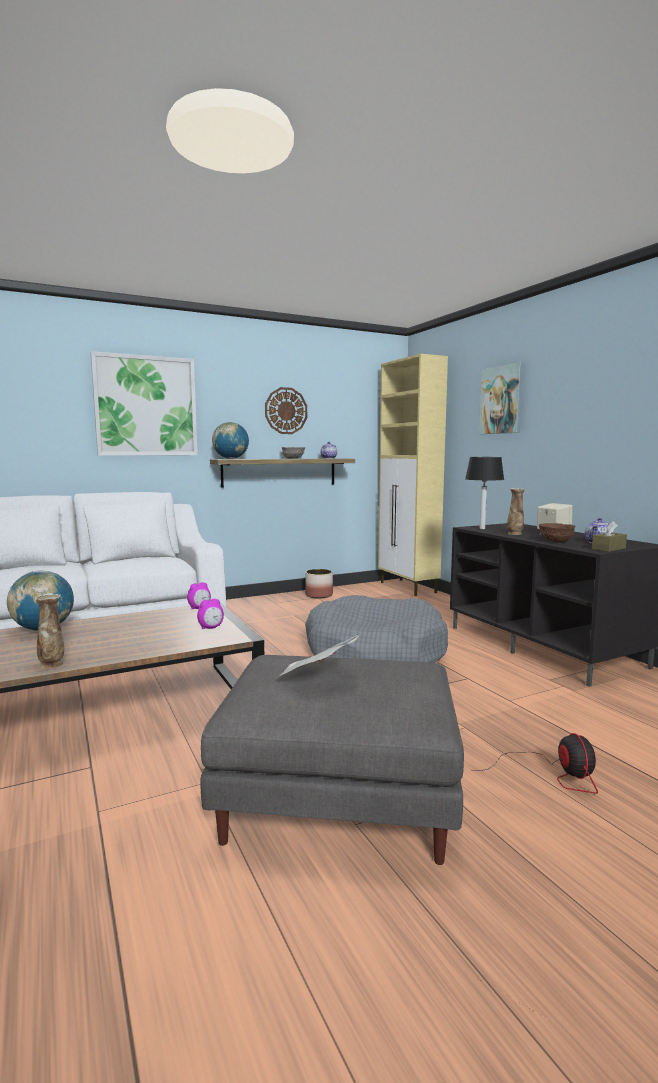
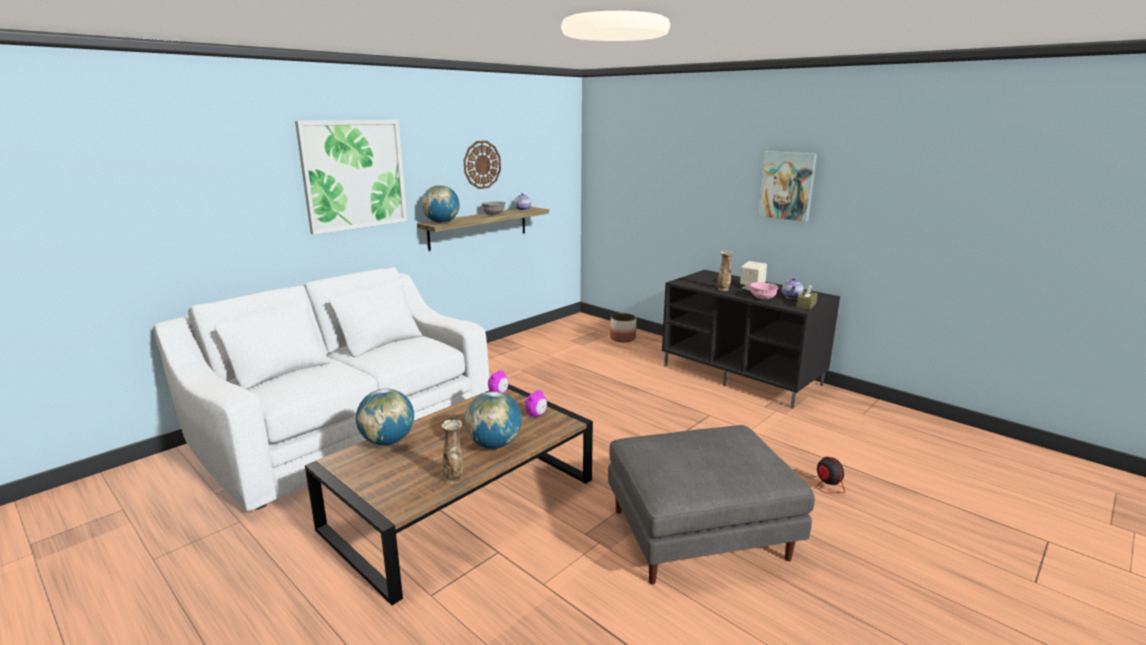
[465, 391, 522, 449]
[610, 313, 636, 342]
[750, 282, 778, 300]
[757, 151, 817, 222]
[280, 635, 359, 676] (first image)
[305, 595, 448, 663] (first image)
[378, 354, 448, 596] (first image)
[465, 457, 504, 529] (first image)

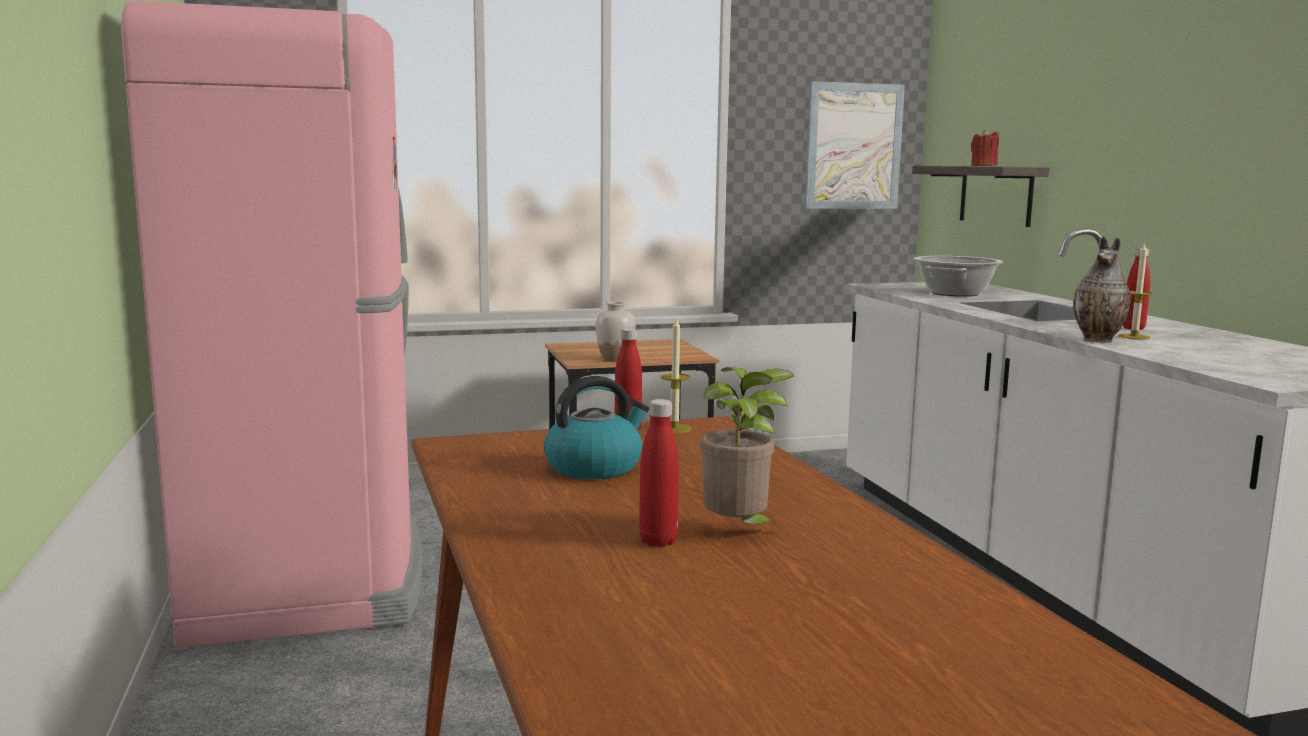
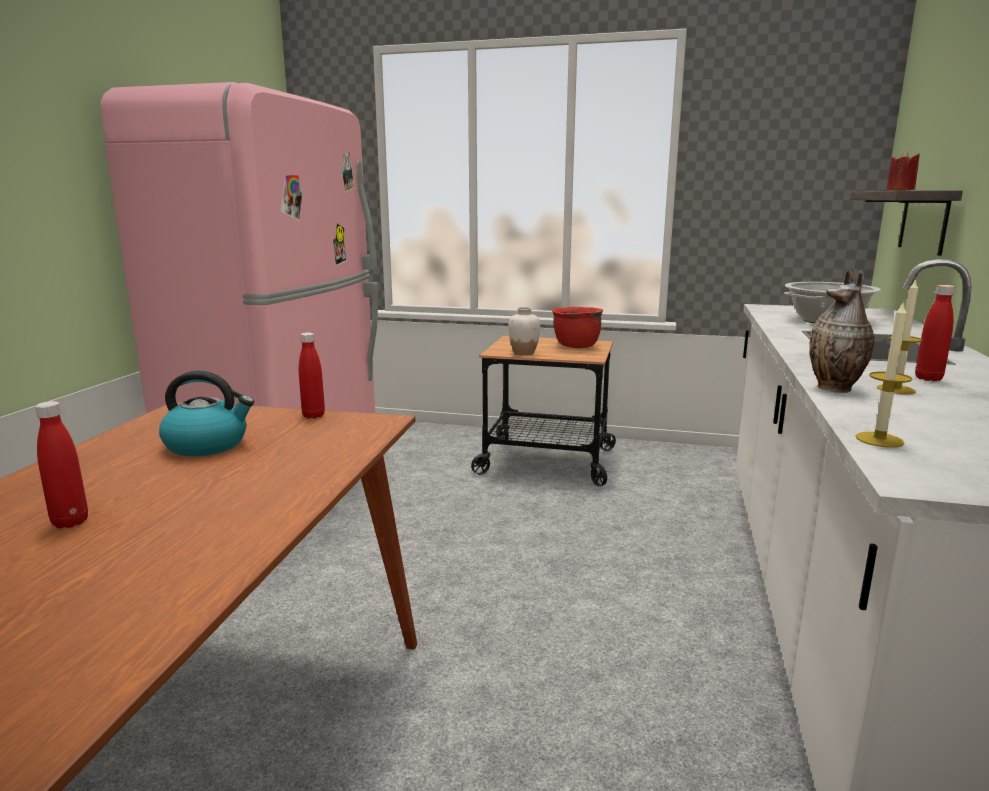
[552, 307, 603, 348]
[856, 301, 912, 448]
[700, 367, 794, 531] (first image)
[805, 81, 905, 209] (first image)

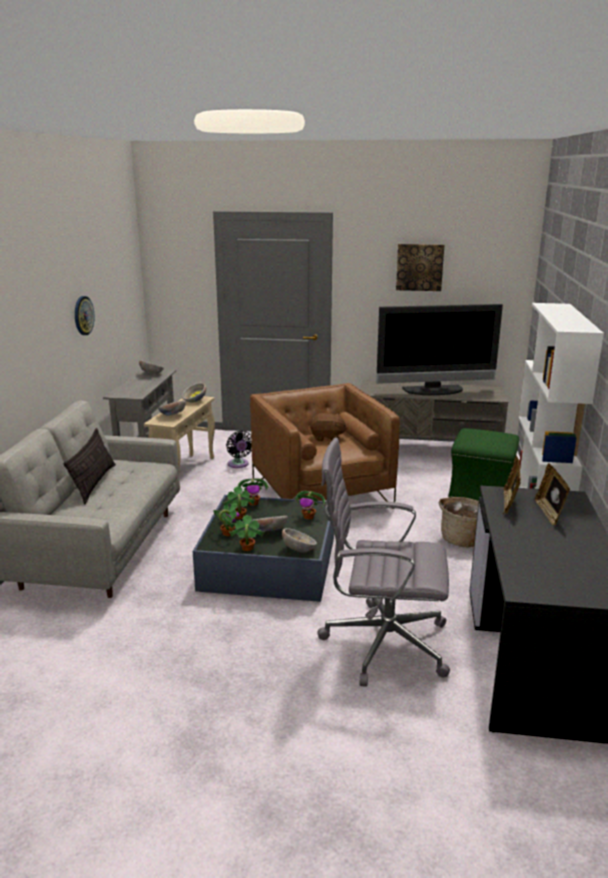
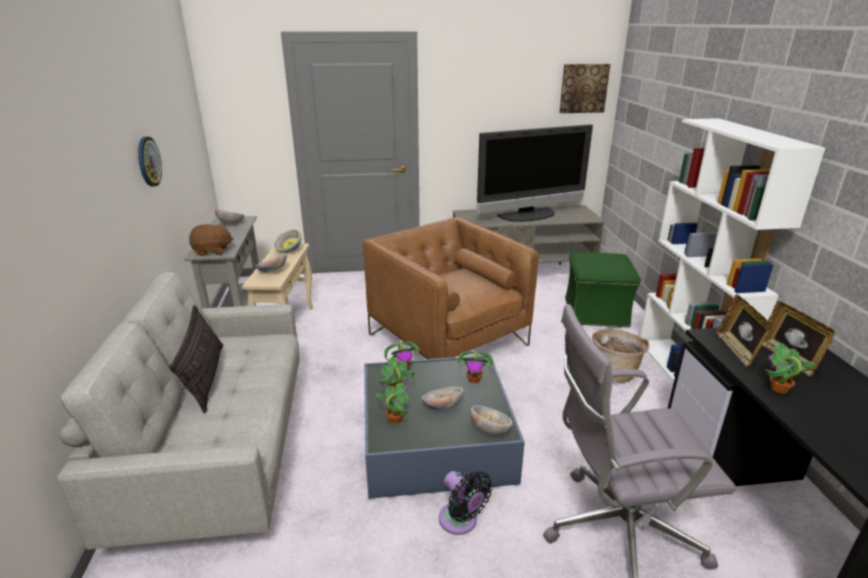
[189, 223, 234, 256]
[439, 471, 492, 535]
[559, 64, 610, 113]
[764, 342, 815, 394]

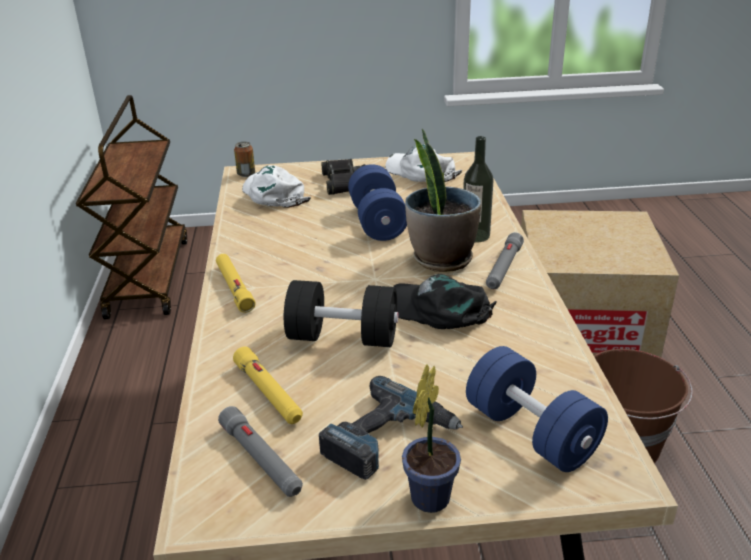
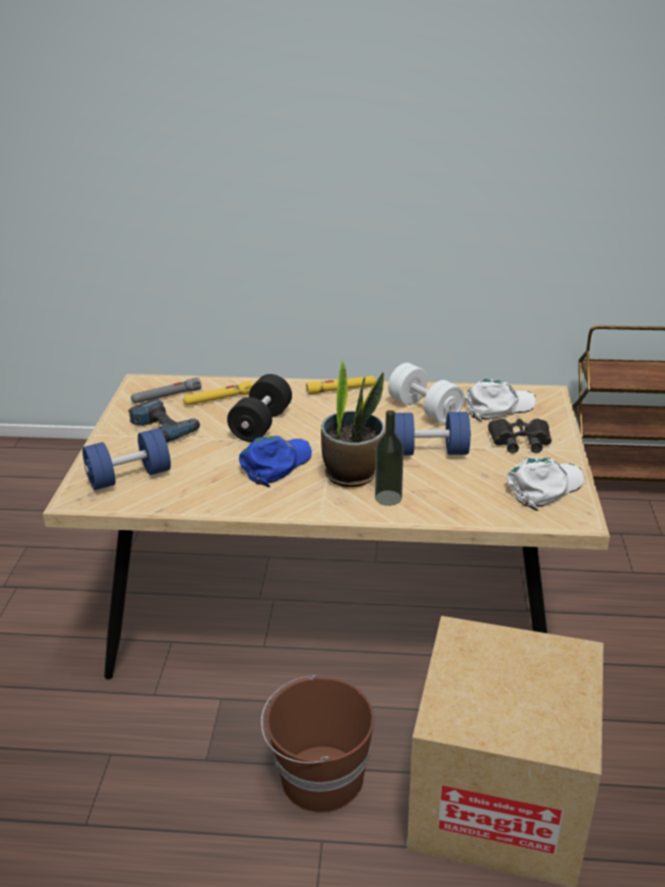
[239, 436, 312, 487]
[388, 363, 464, 424]
[234, 142, 255, 177] (first image)
[402, 364, 461, 513] (first image)
[486, 232, 524, 289] (first image)

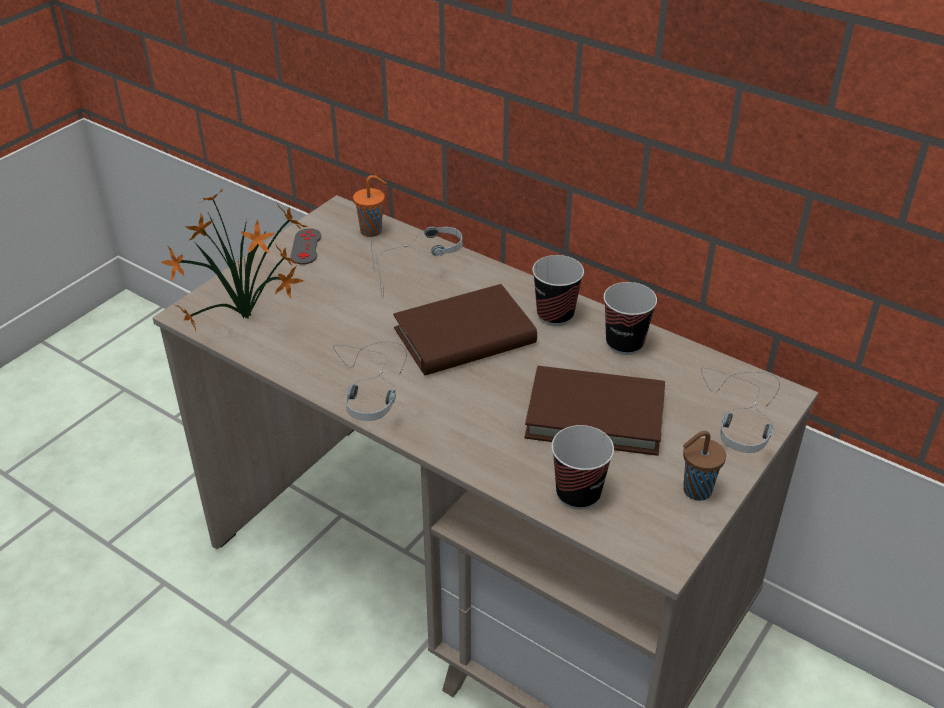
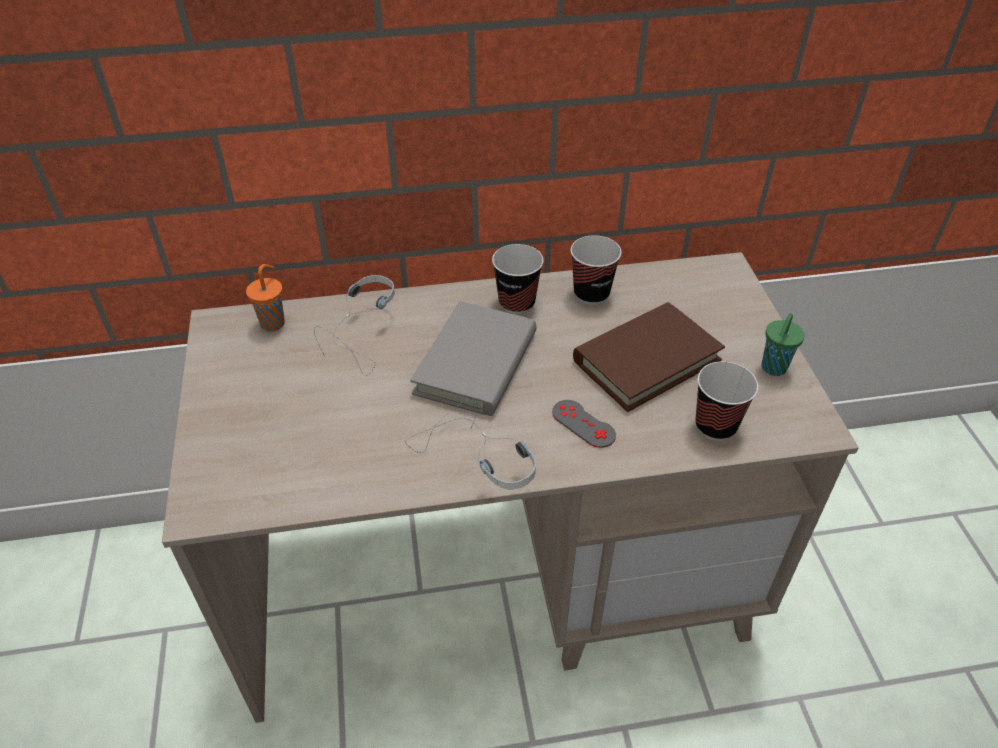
[410, 301, 537, 416]
[552, 400, 616, 448]
[762, 313, 805, 376]
[160, 188, 308, 331] (first image)
[701, 368, 780, 453] (first image)

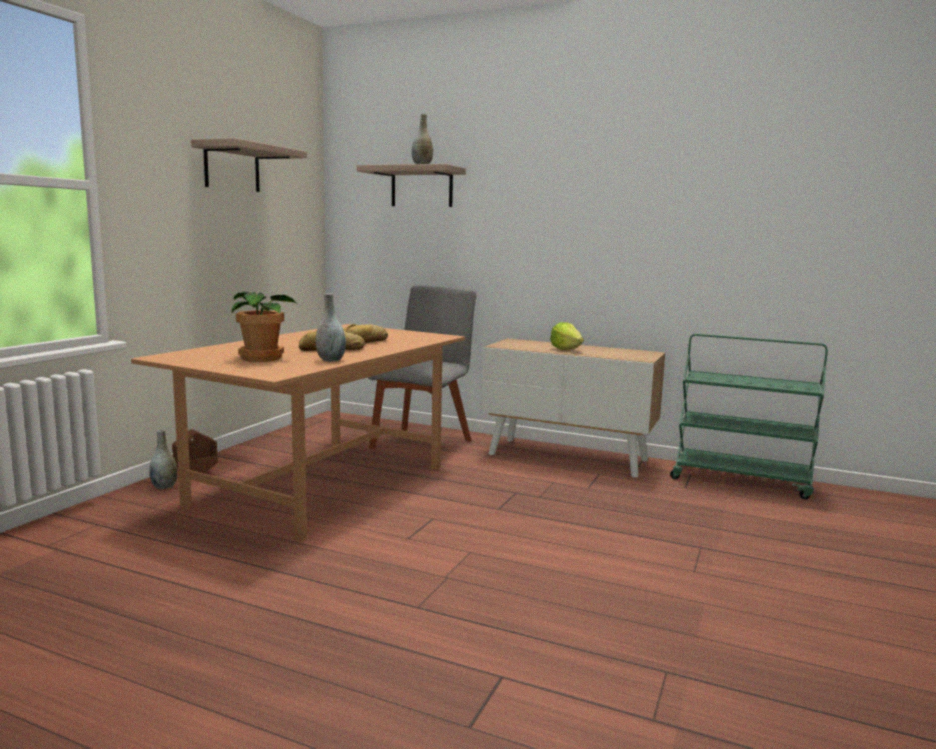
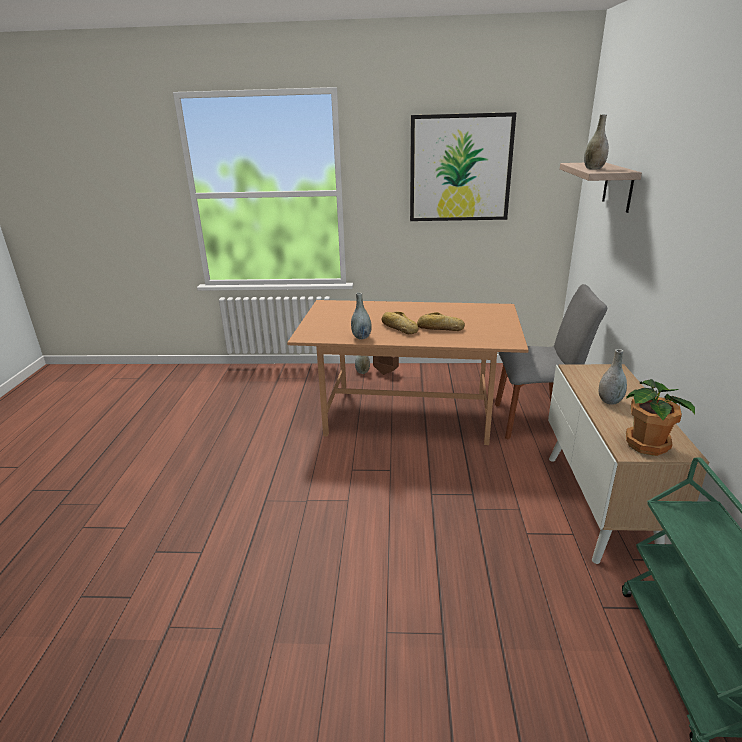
[410, 112, 516, 221]
[599, 349, 627, 405]
[626, 379, 695, 456]

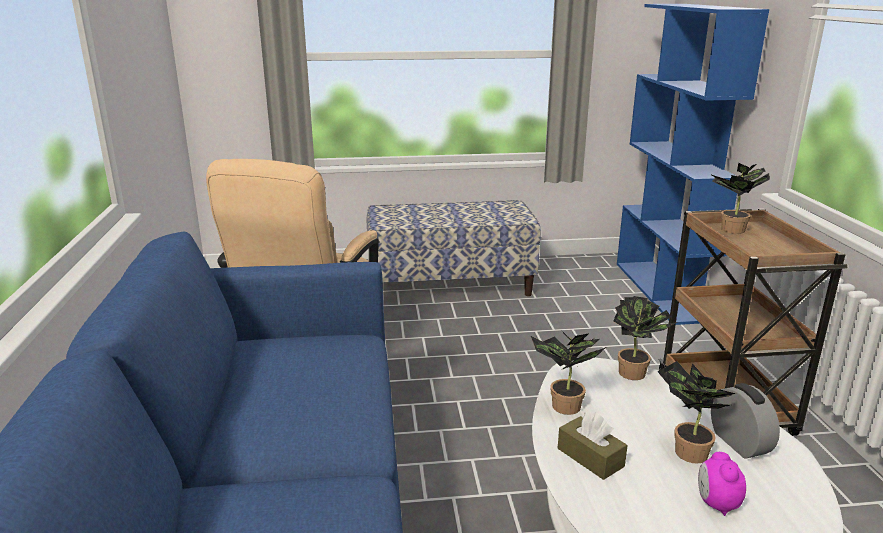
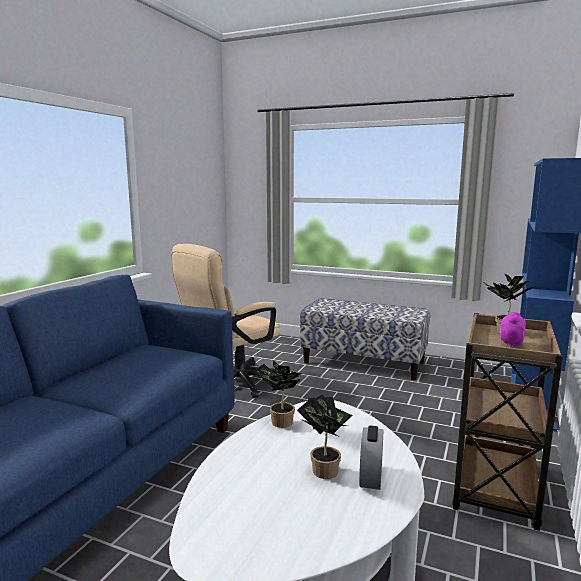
[500, 312, 526, 347]
[558, 412, 628, 480] (first image)
[613, 296, 677, 380] (first image)

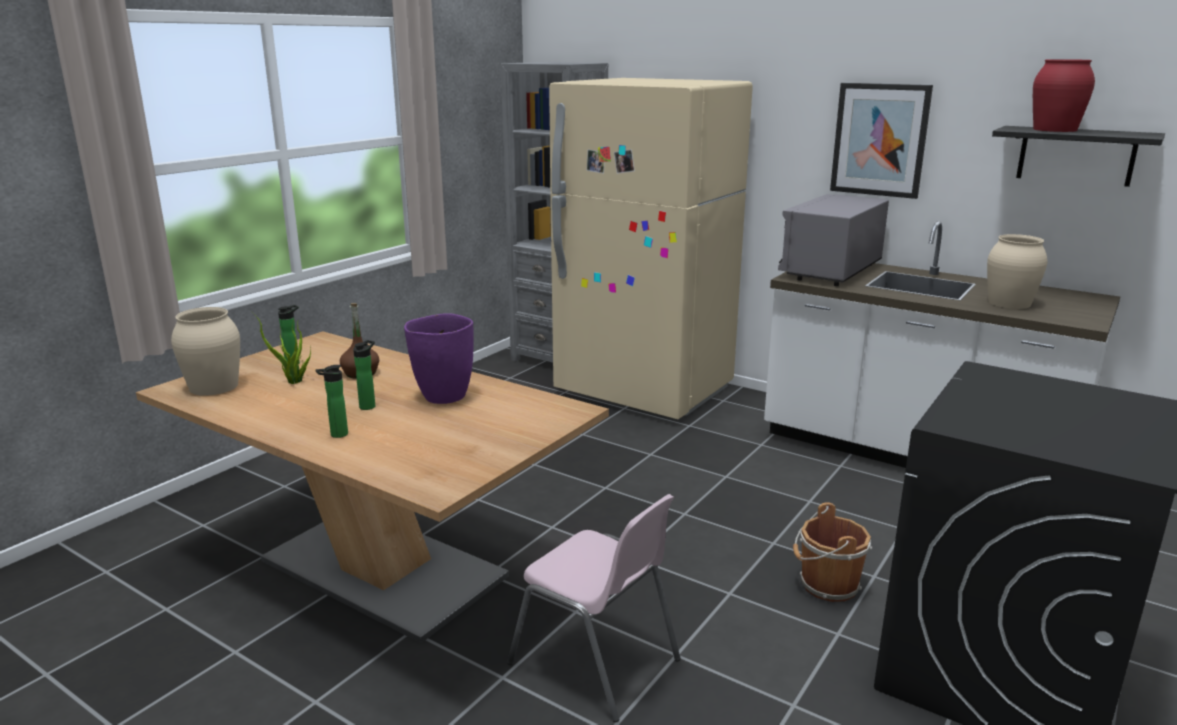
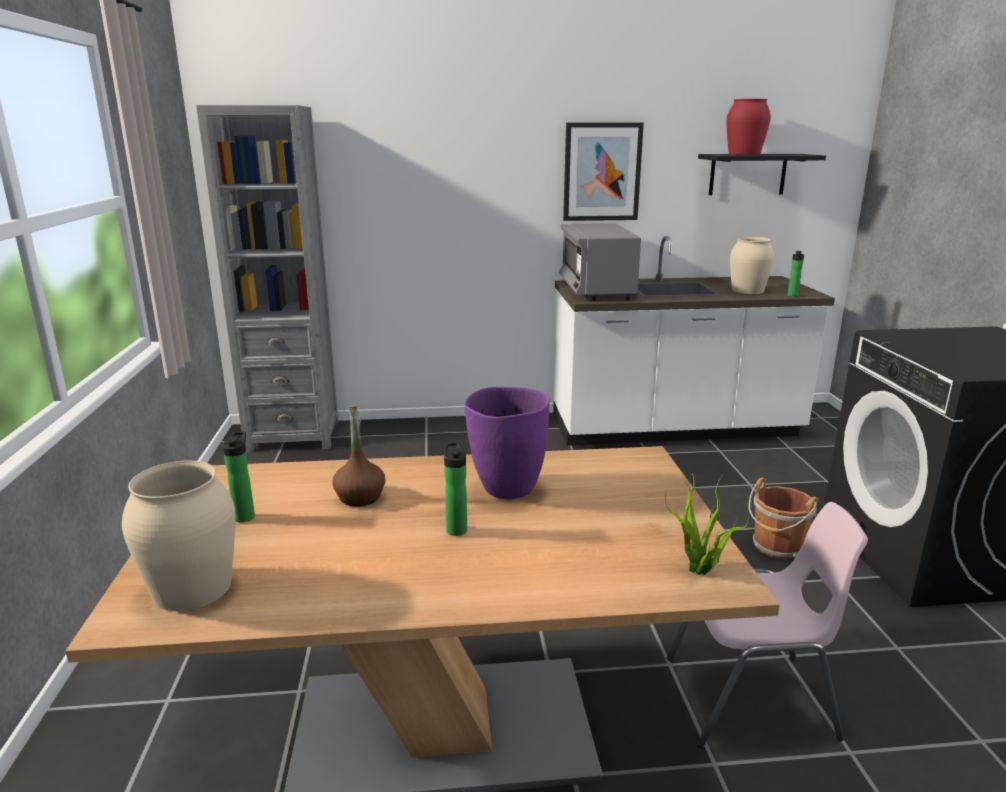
[665, 473, 749, 575]
[787, 251, 804, 297]
[549, 78, 753, 419] (first image)

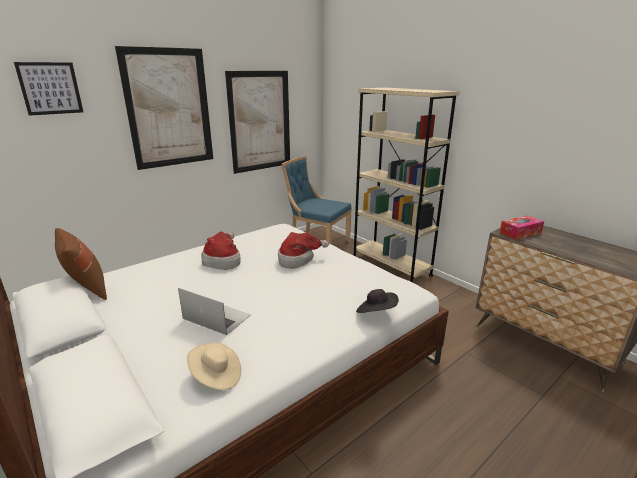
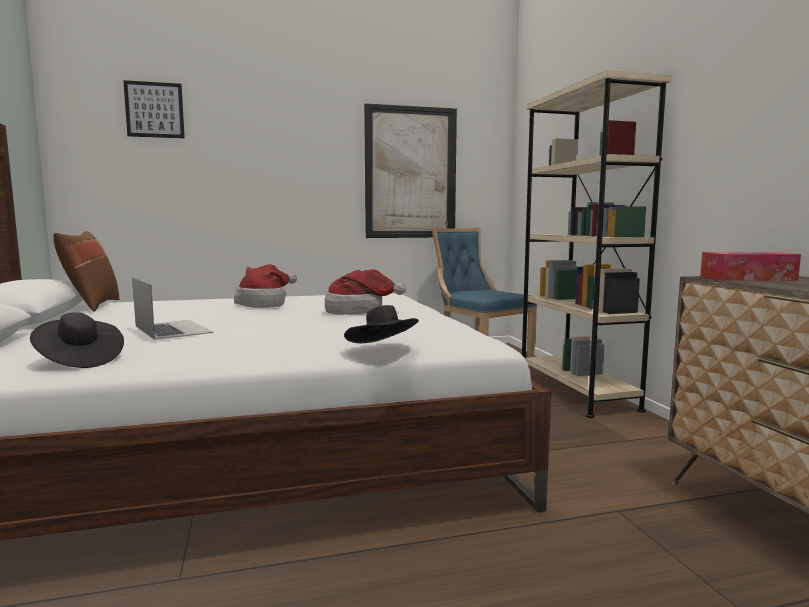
[30, 312, 124, 368]
[115, 46, 213, 170] (first image)

